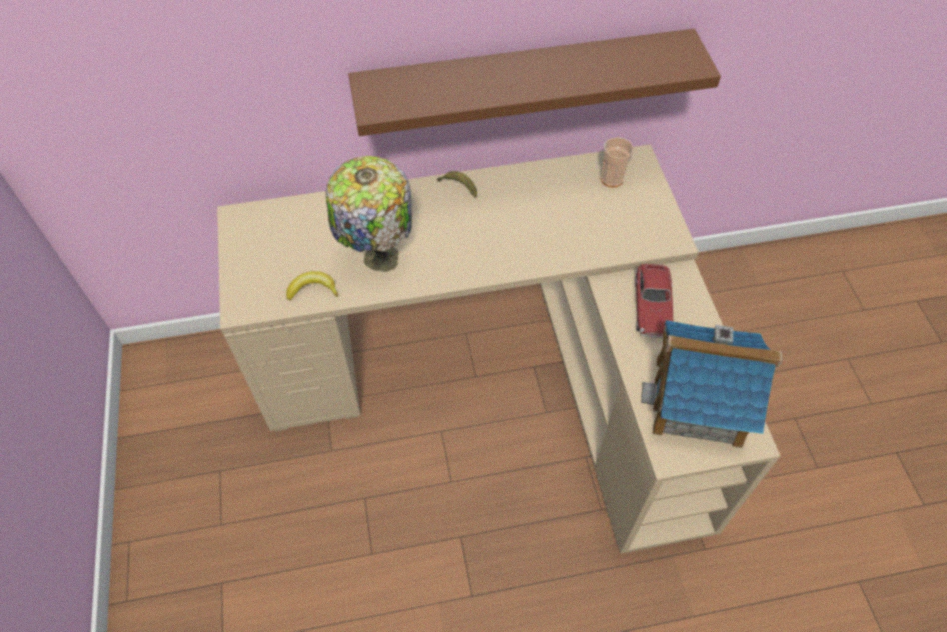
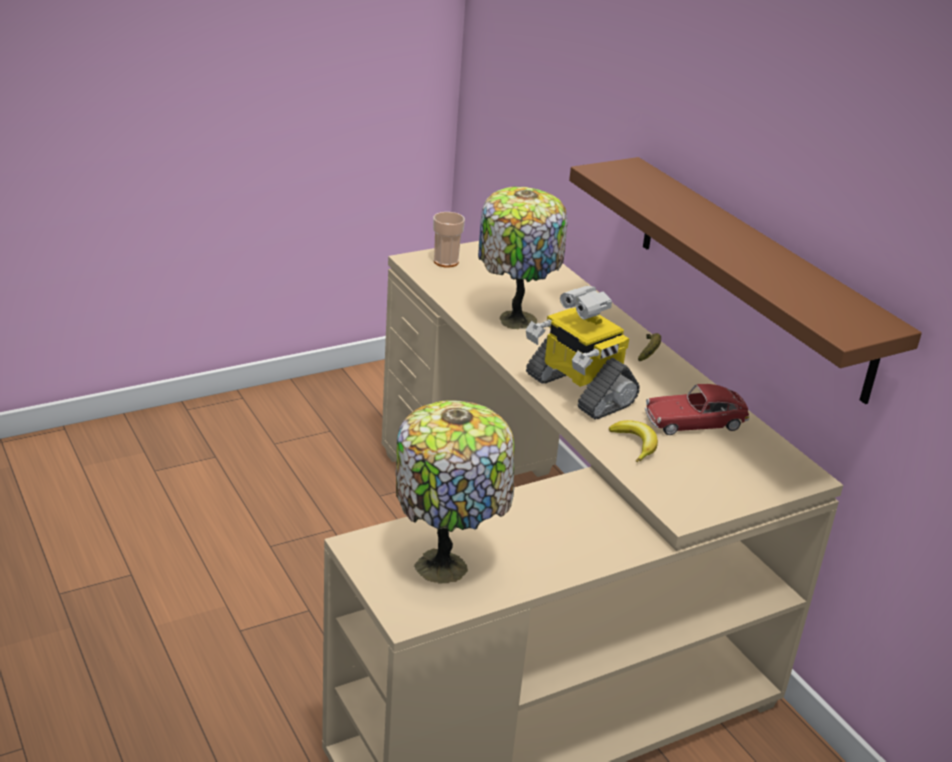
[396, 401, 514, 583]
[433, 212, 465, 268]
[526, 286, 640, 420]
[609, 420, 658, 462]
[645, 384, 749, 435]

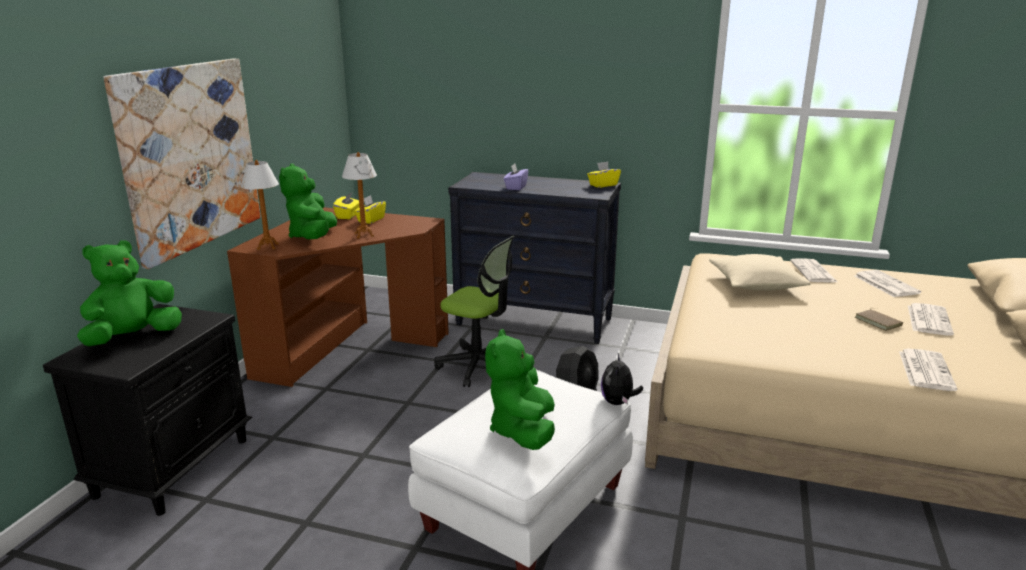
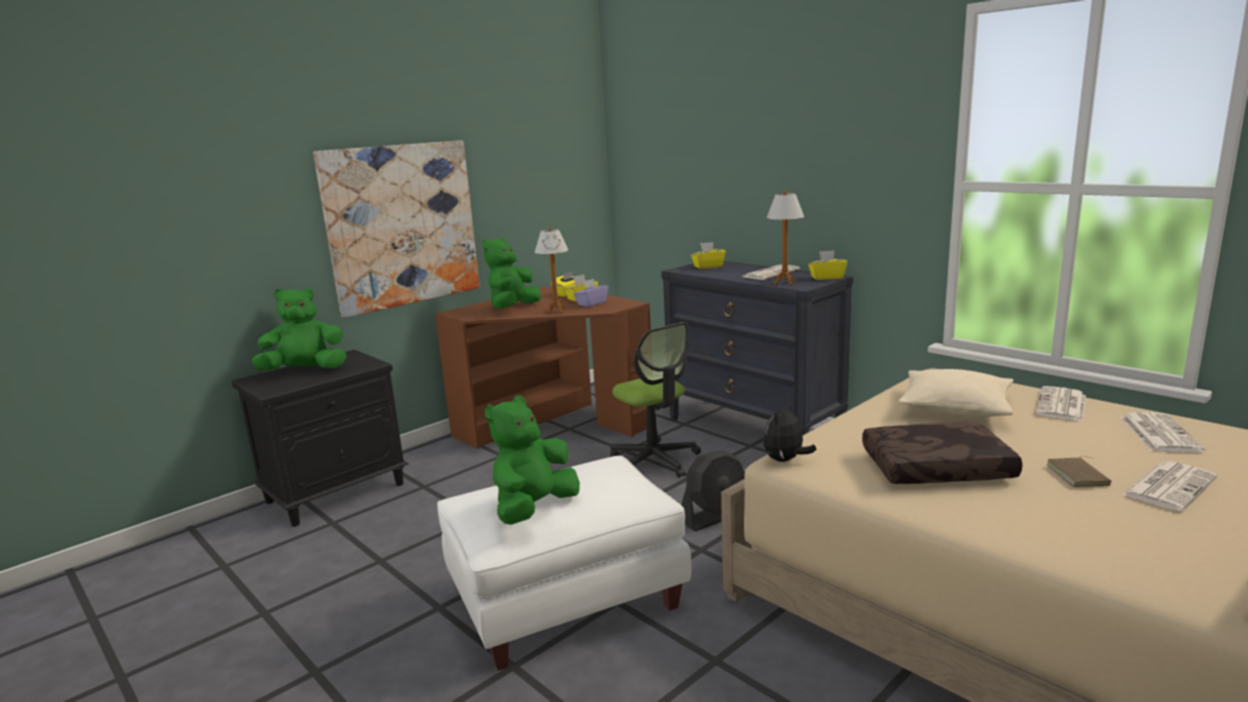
[574, 279, 609, 307]
[691, 242, 726, 269]
[743, 264, 800, 280]
[763, 402, 817, 462]
[767, 191, 804, 285]
[862, 422, 1022, 484]

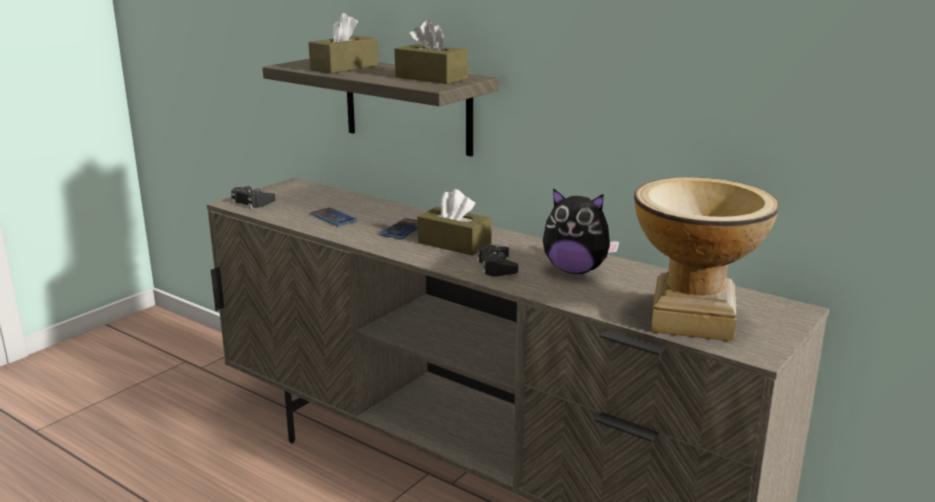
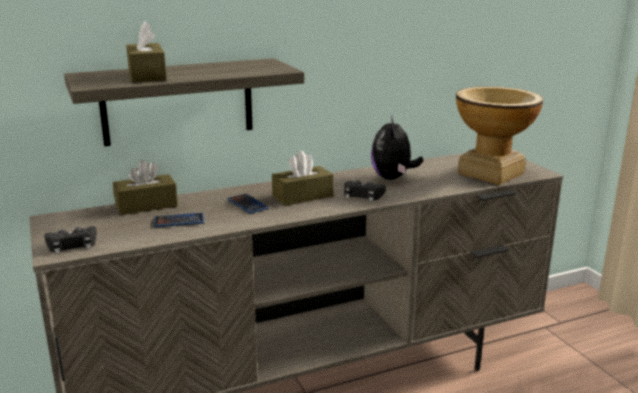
[113, 160, 178, 215]
[371, 115, 423, 180]

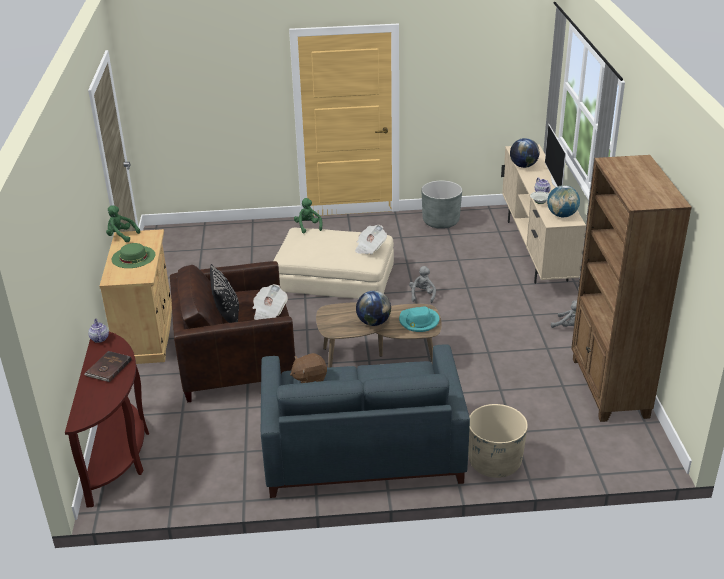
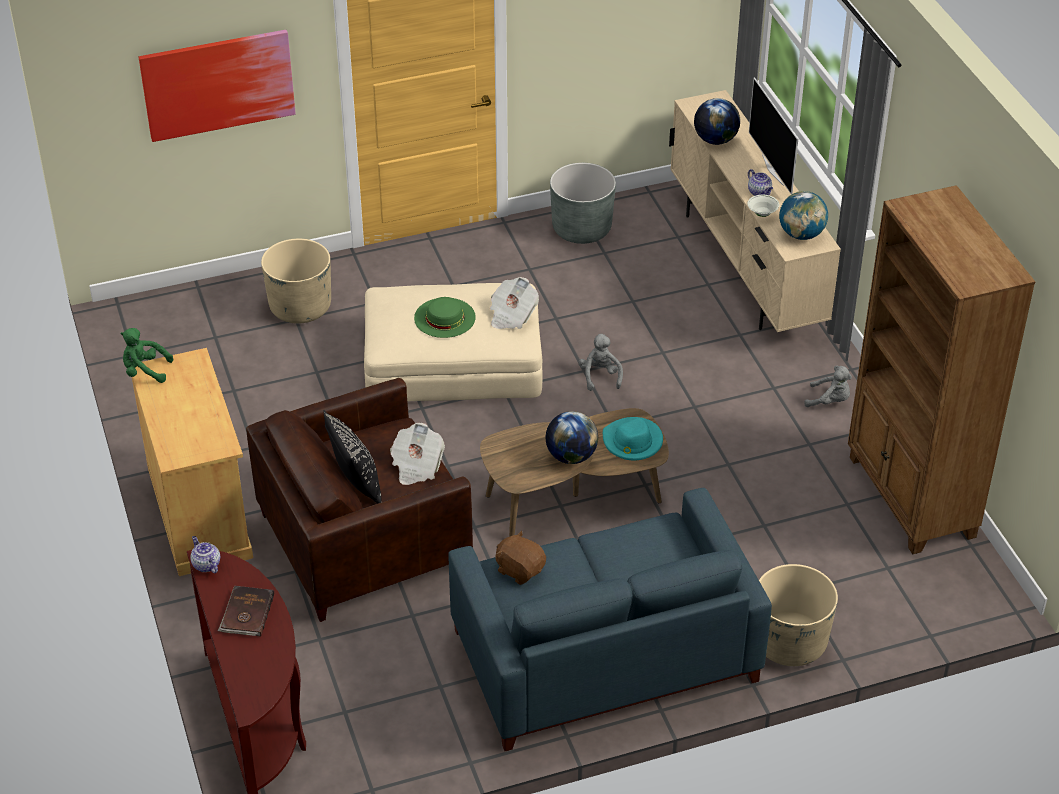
[139, 30, 296, 142]
[261, 239, 331, 324]
[414, 297, 476, 338]
[495, 531, 546, 585]
[294, 198, 322, 233] (first image)

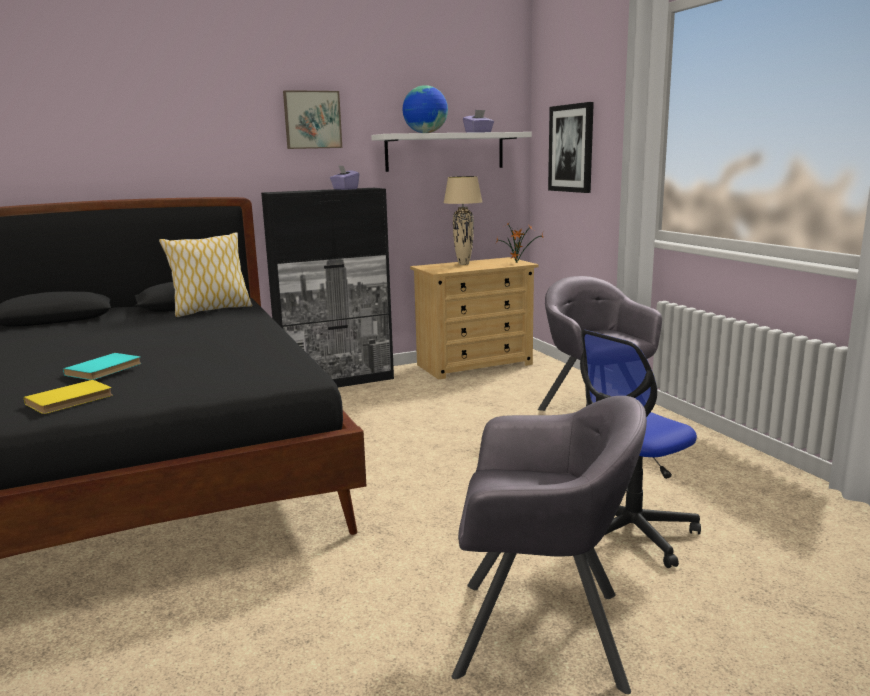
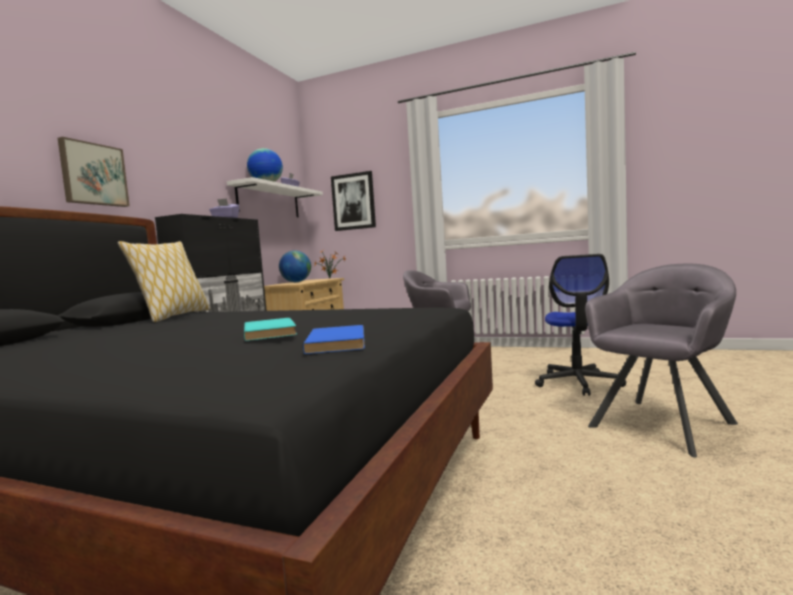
[58, 137, 130, 207]
[279, 250, 311, 282]
[303, 325, 365, 354]

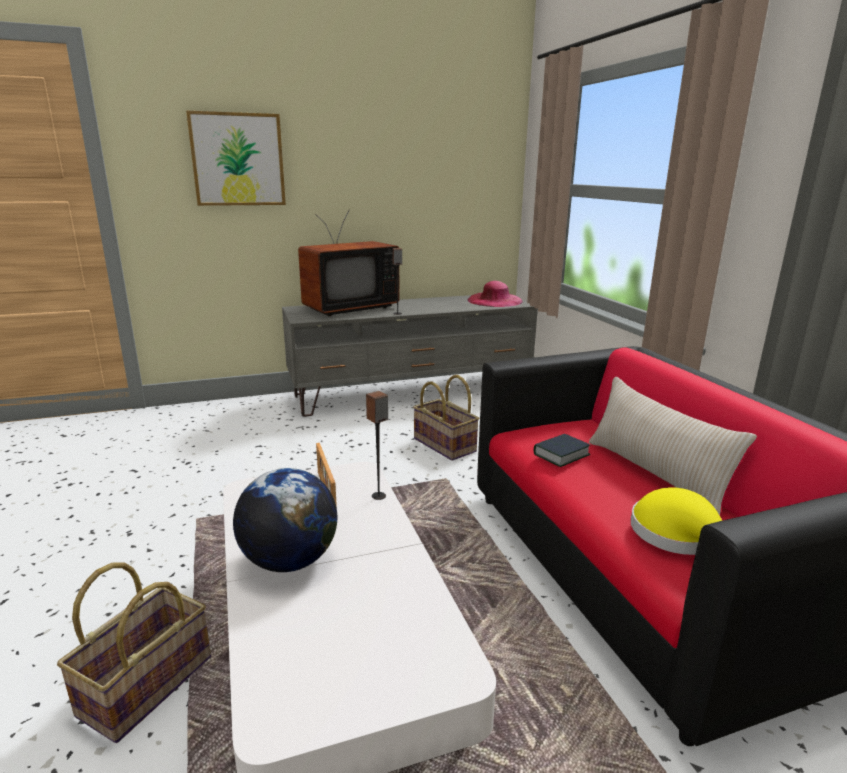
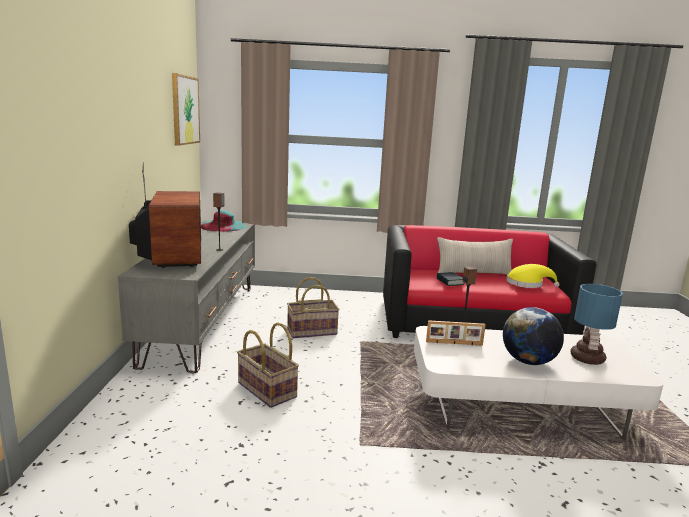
[172, 73, 200, 146]
[201, 210, 246, 232]
[237, 322, 299, 408]
[570, 284, 623, 365]

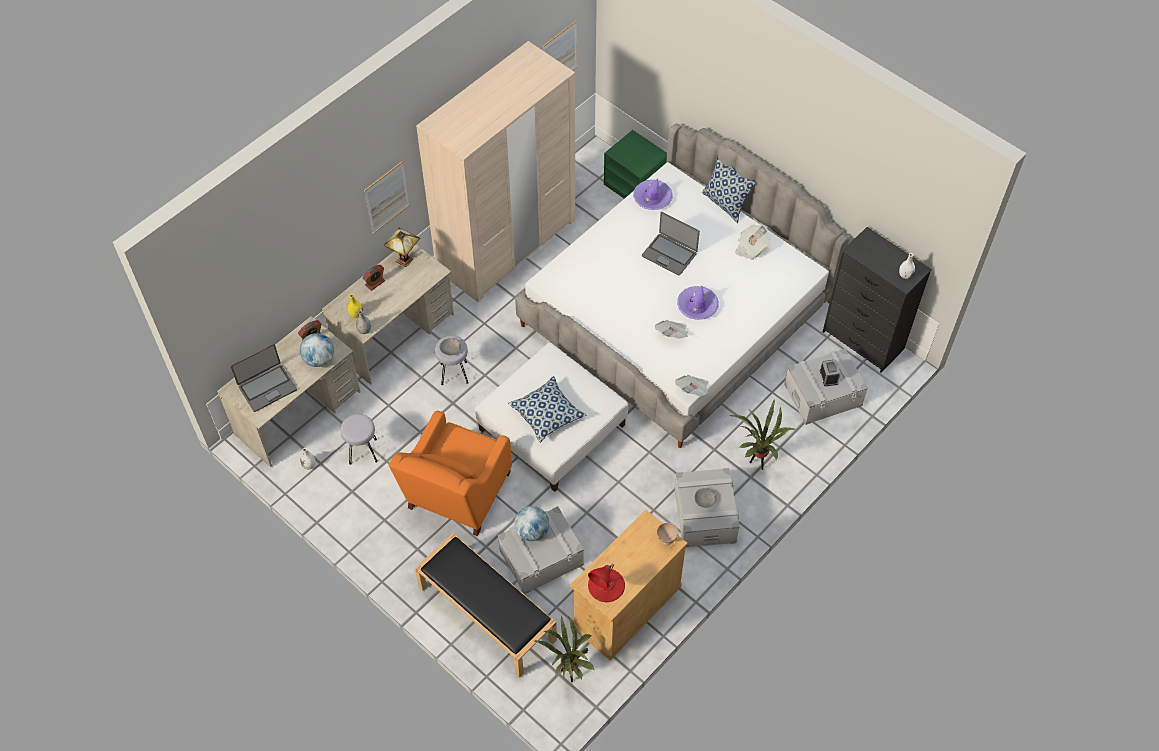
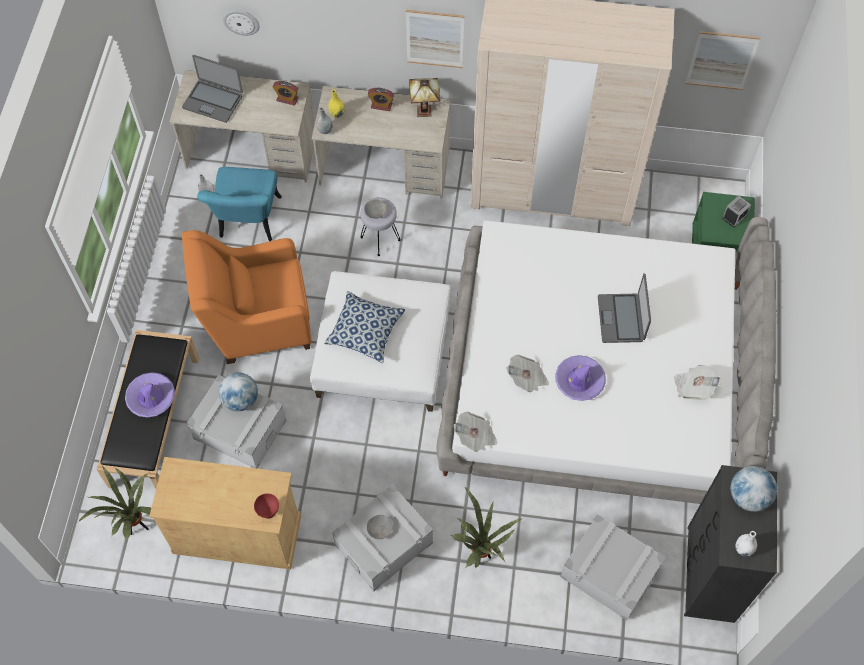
[125, 372, 175, 418]
[197, 167, 282, 241]
[223, 10, 259, 36]
[254, 493, 279, 519]
[722, 195, 751, 227]
[731, 466, 777, 512]
[588, 564, 625, 602] (first image)
[702, 155, 756, 223] (first image)

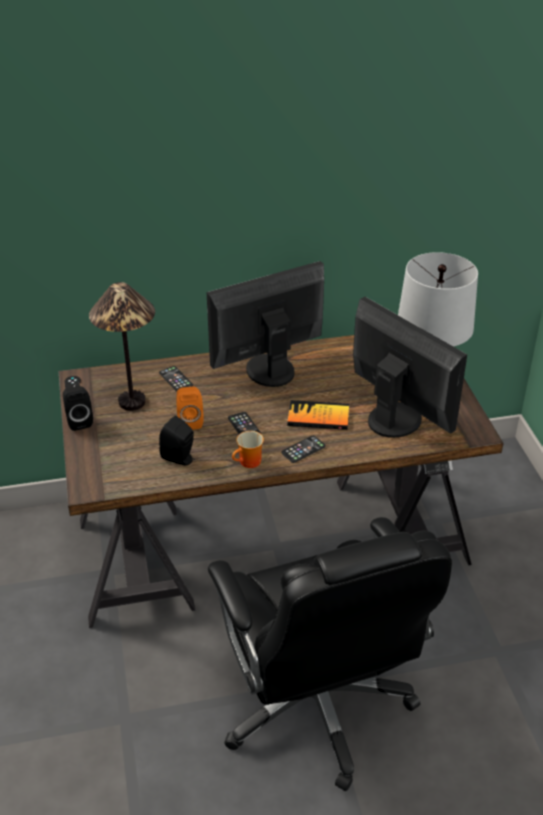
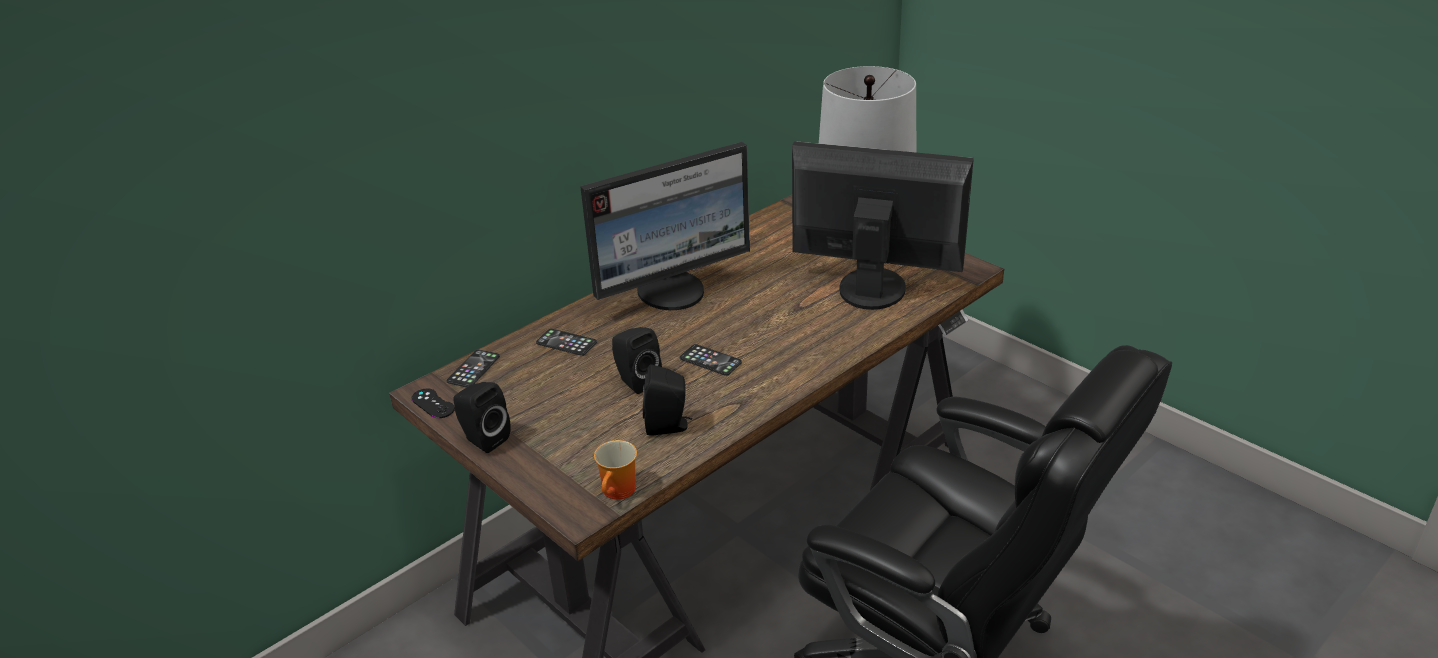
[447, 350, 500, 387]
[580, 142, 750, 310]
[594, 440, 637, 500]
[612, 327, 662, 394]
[89, 282, 155, 411] (first image)
[287, 400, 349, 430] (first image)

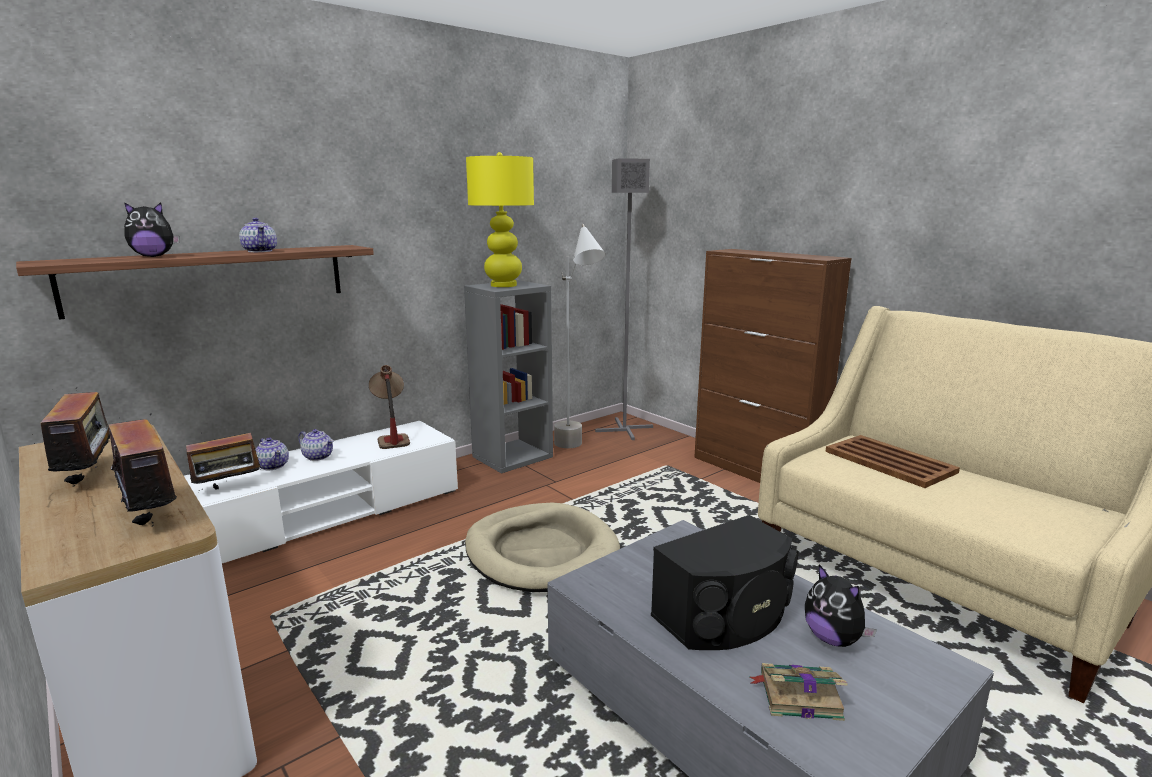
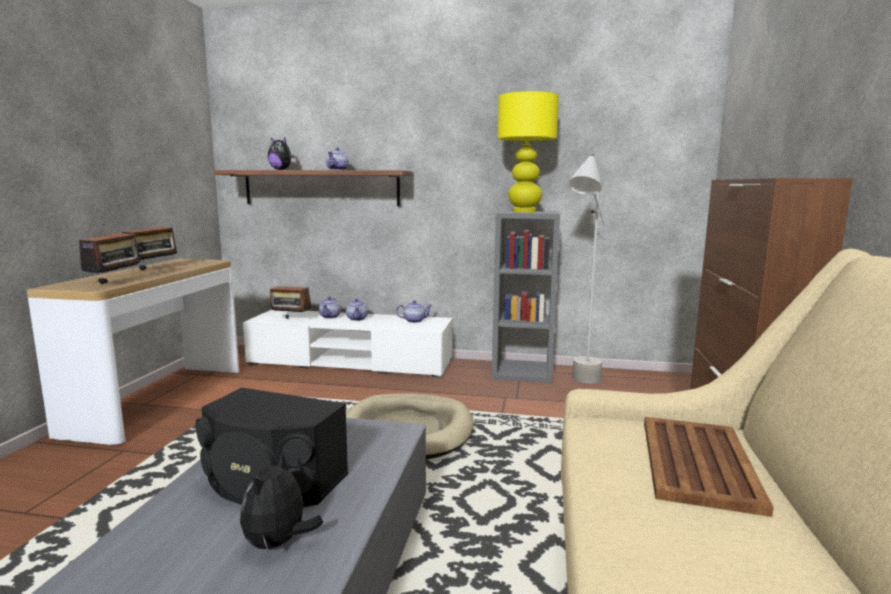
[396, 300, 432, 323]
[595, 159, 653, 440] (first image)
[750, 663, 848, 721] (first image)

